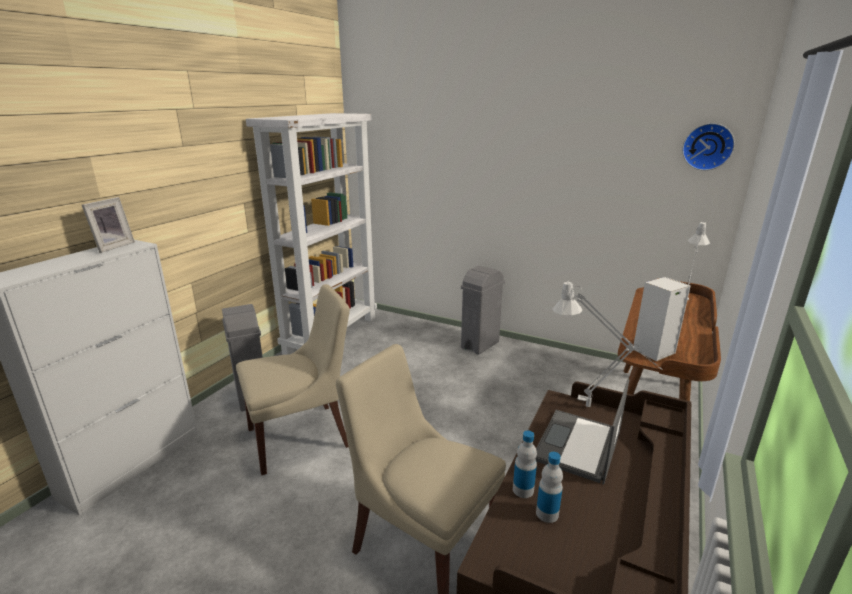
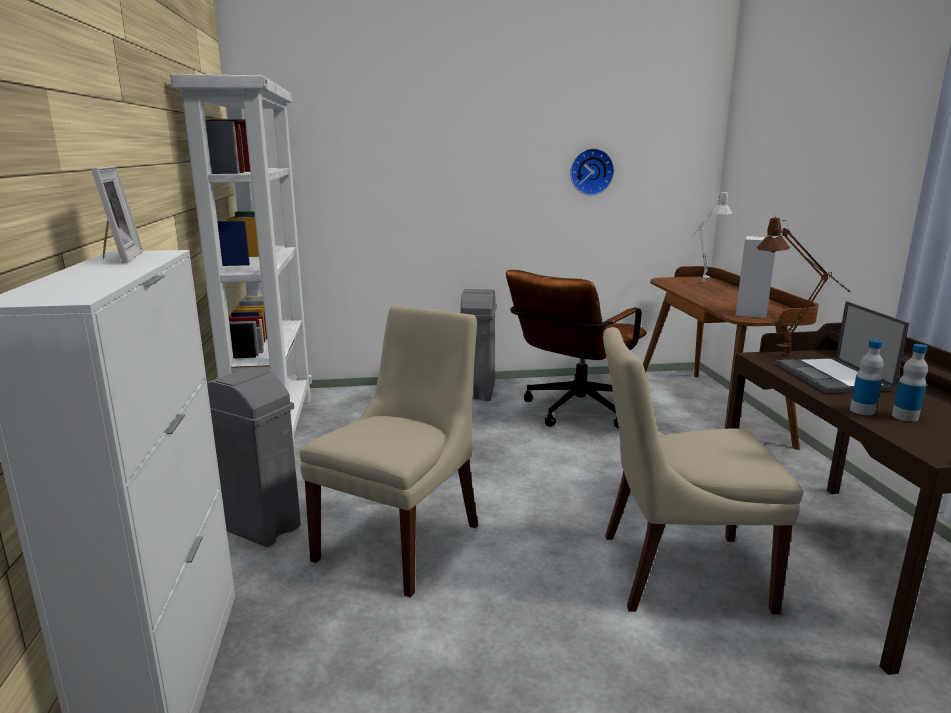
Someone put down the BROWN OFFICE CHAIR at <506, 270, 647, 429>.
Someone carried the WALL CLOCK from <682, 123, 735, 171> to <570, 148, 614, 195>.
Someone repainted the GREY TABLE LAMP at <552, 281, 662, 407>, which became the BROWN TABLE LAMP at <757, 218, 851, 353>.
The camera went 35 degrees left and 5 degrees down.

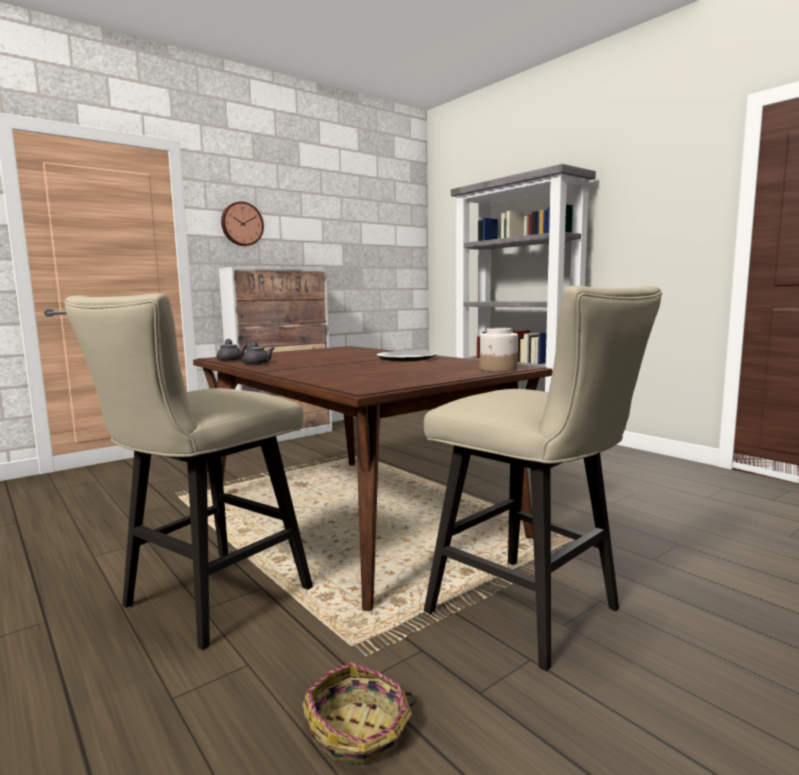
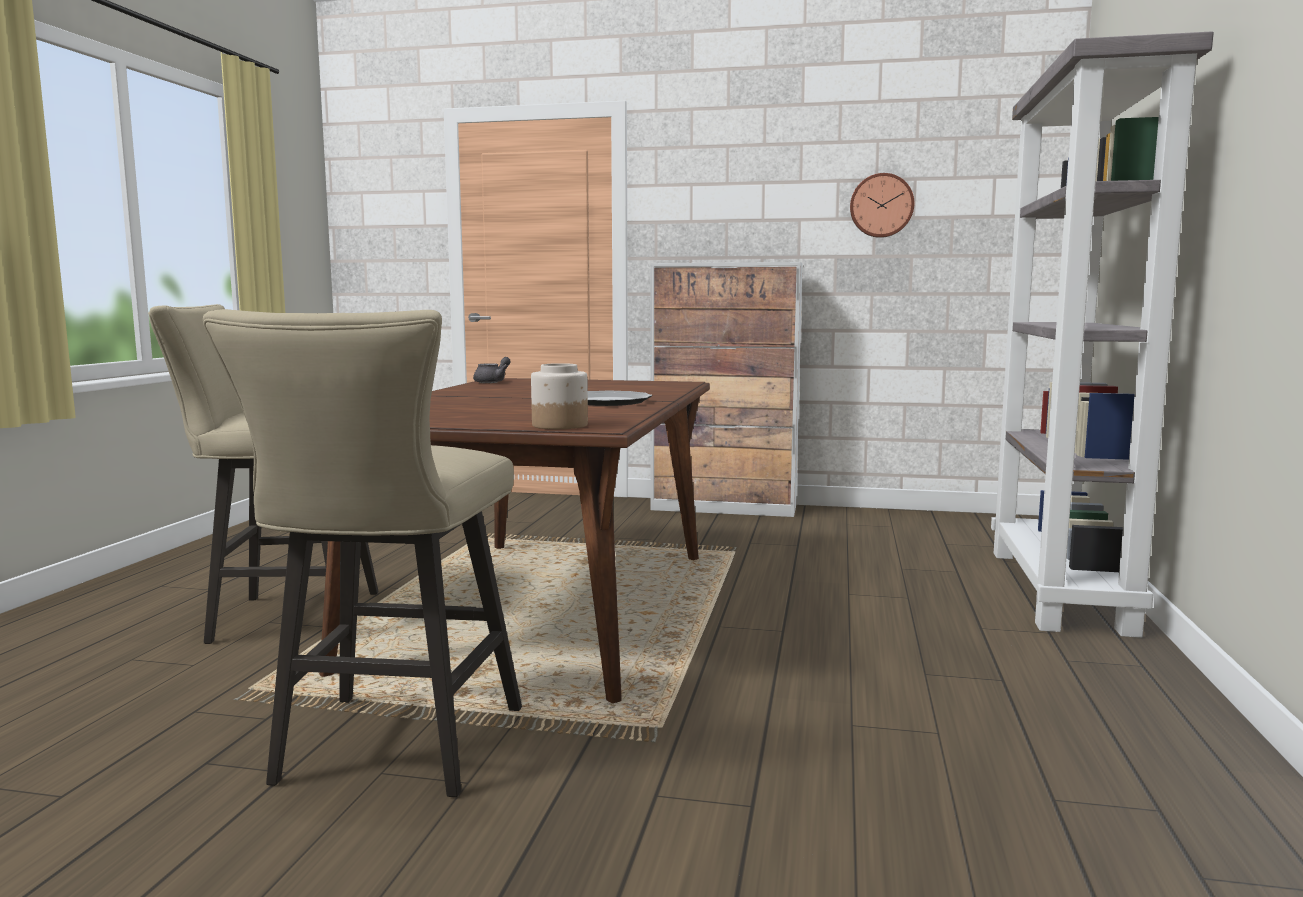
Someone took away the GREY TEAPOT at <242, 341, 274, 365>.
Someone took away the BASKET at <302, 662, 416, 764>.
Someone carried the WALL CLOCK from <221, 201, 264, 246> to <850, 173, 914, 238>.
The camera went 50 degrees right and 0 degrees up.

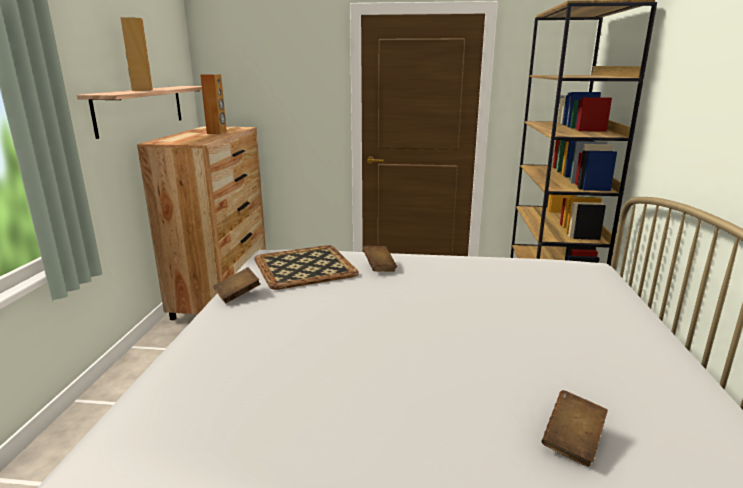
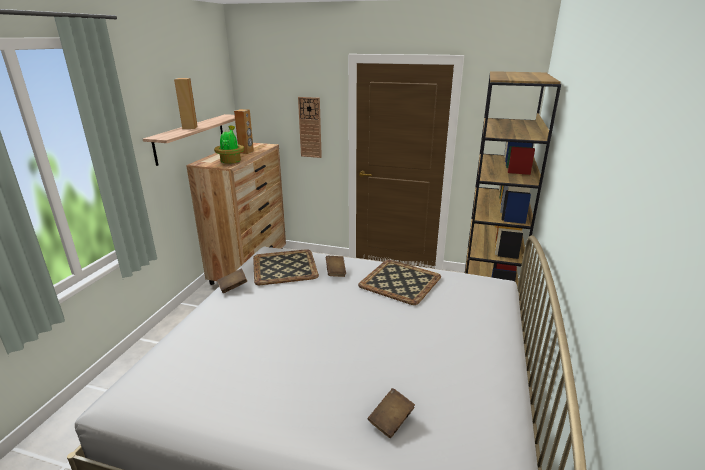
Someone put down the POTTED PLANT at <214, 125, 244, 164>.
Someone put up the WALL CLOCK at <298, 97, 322, 158>.
Someone put down the TRAY at <358, 260, 441, 305>.
The camera went 10 degrees right and 5 degrees up.

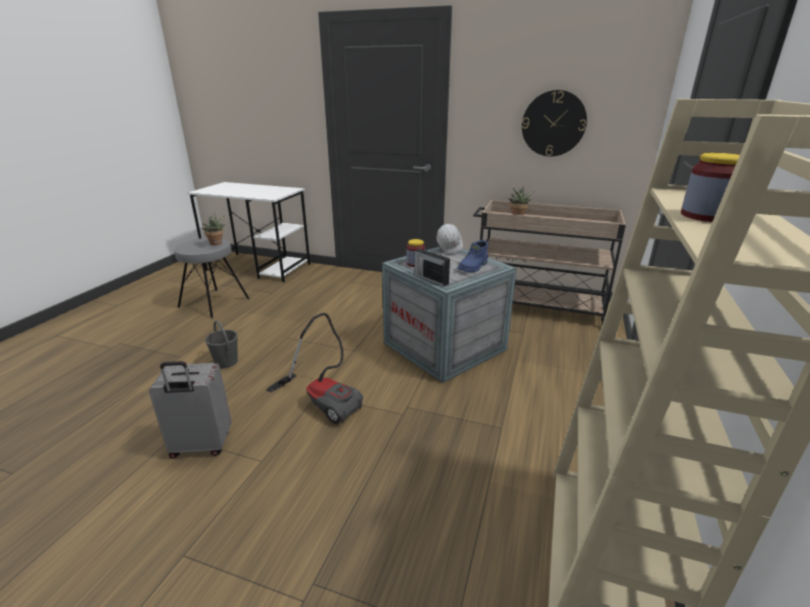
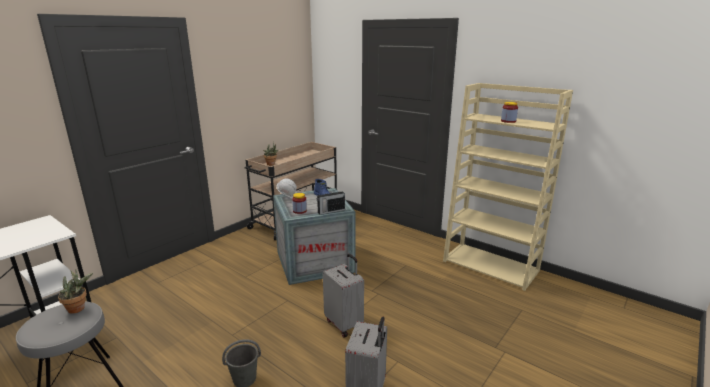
Someone took away the WALL CLOCK at <522, 90, 587, 156>.
Someone swapped the VACUUM CLEANER at <266, 313, 363, 424> for the GREY SUITCASE at <323, 254, 364, 337>.
The camera went 70 degrees left and 5 degrees down.

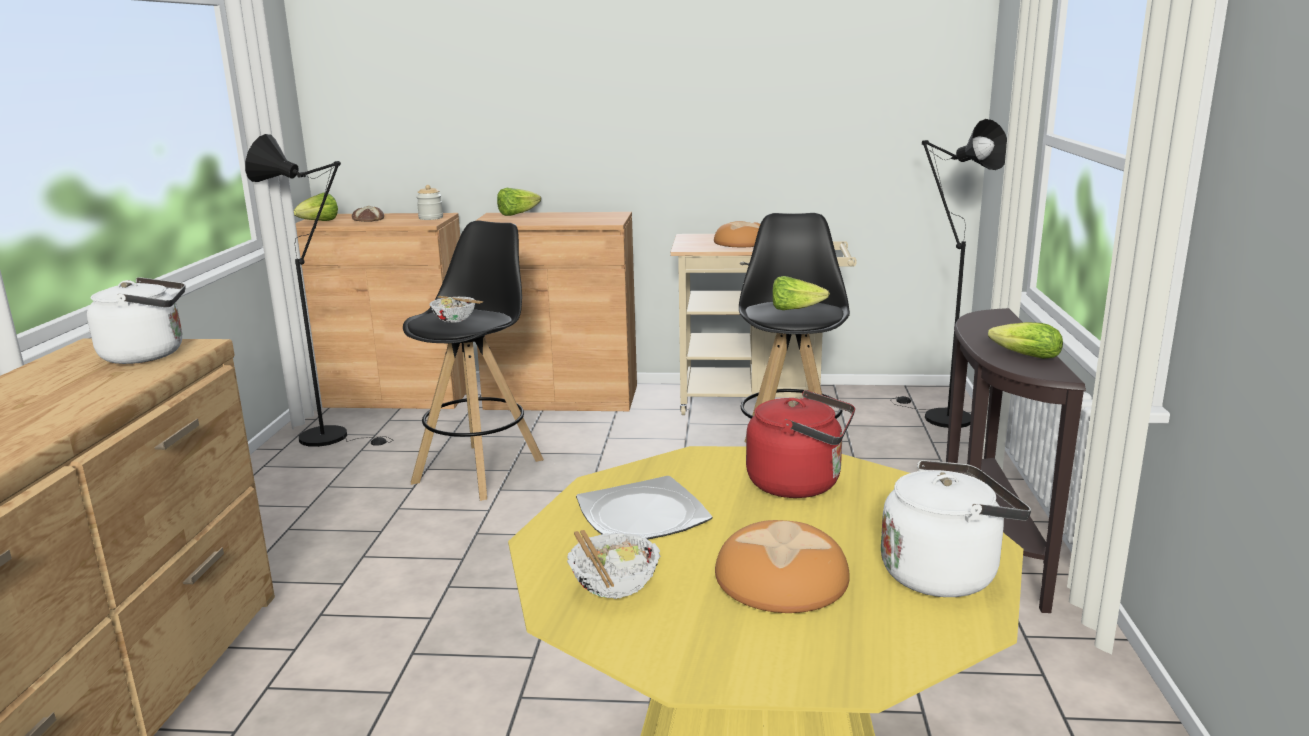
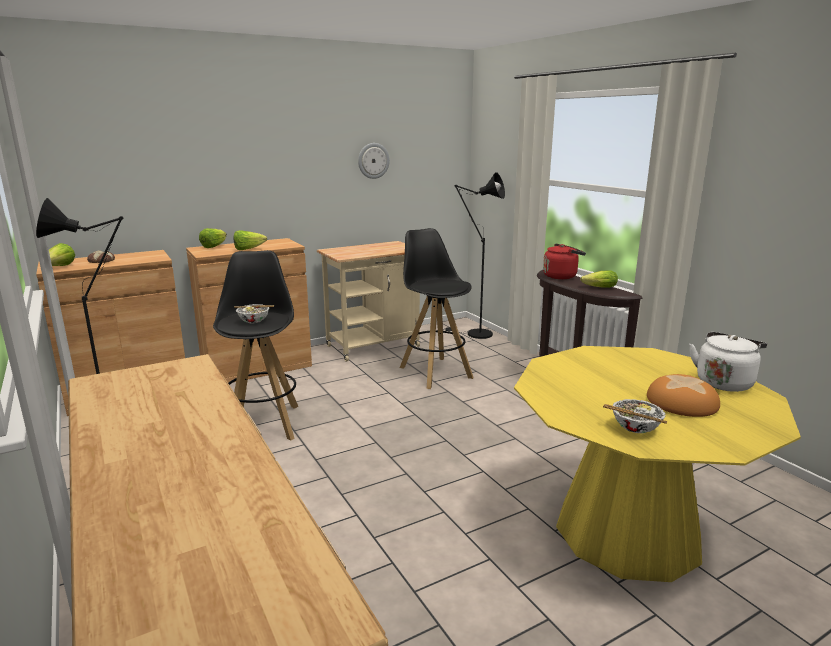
Someone took away the WHITE KETTLE at <87, 277, 185, 364>.
Someone took away the JAR at <416, 185, 443, 220>.
Someone took away the PLATE at <576, 476, 713, 539>.
Someone took away the BREAD at <714, 221, 760, 247>.
Someone put up the WALL CLOCK at <358, 143, 390, 179>.
Someone carried the RED KETTLE from <746, 390, 855, 498> to <543, 244, 586, 279>.
Someone carried the LETTUCE from <772, 276, 830, 310> to <233, 230, 267, 250>.
The camera went 35 degrees left and 0 degrees up.

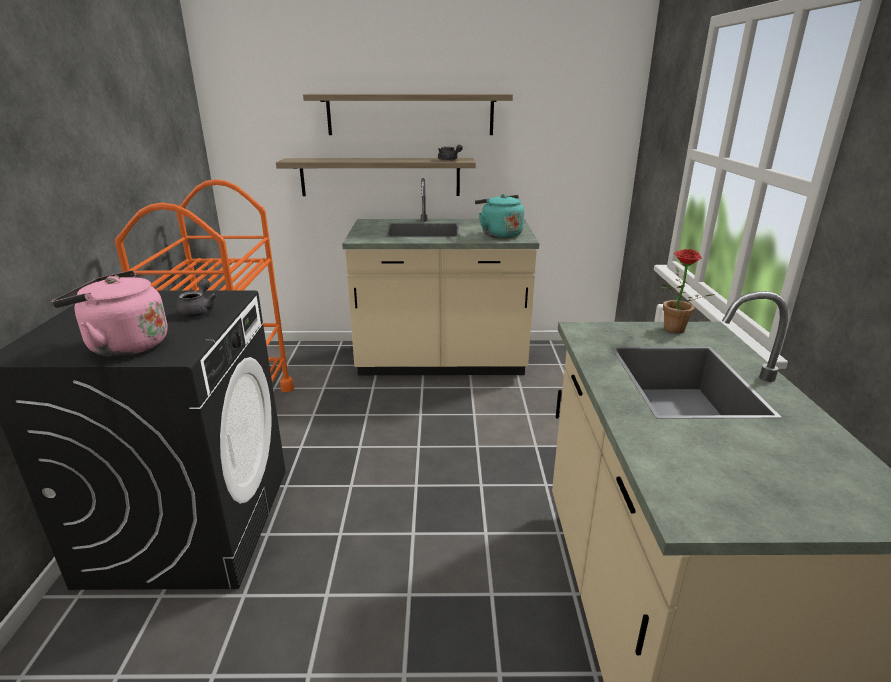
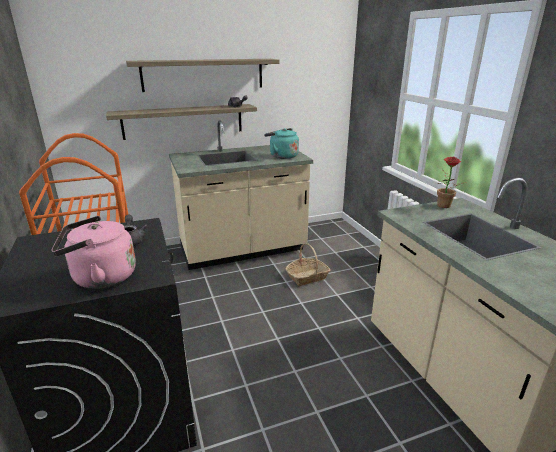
Someone put down the BASKET at <286, 243, 331, 286>.
The camera went 20 degrees left and 0 degrees up.

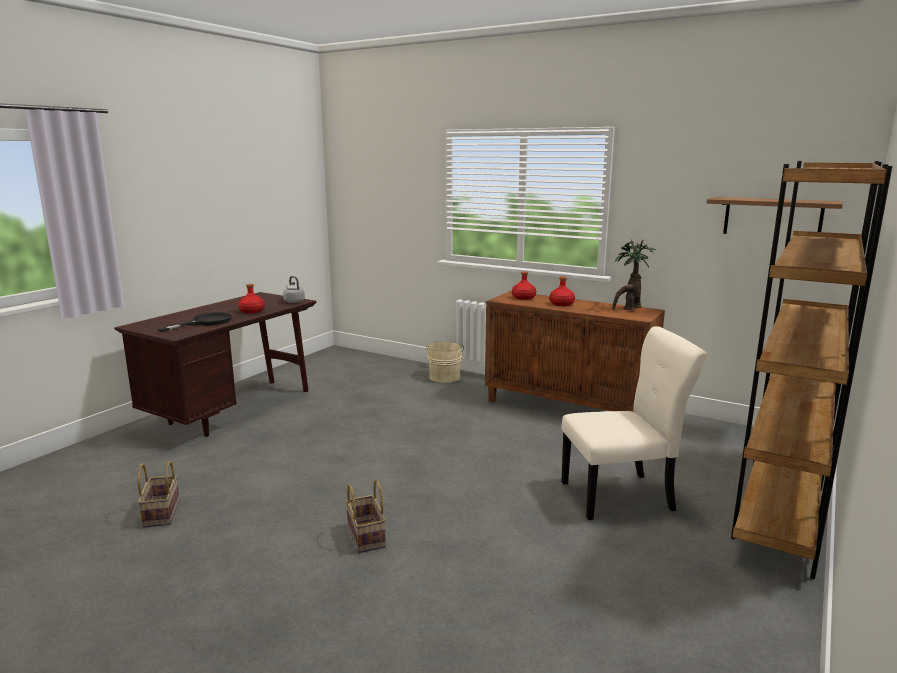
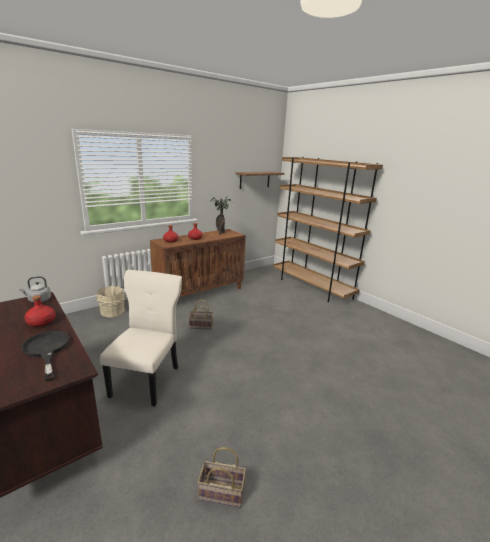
Someone carried the BASKET from <346, 480, 386, 553> to <189, 300, 214, 330>.
Someone carried the BEIGE CHAIR from <561, 326, 707, 520> to <100, 270, 182, 406>.
The camera went 70 degrees left and 5 degrees up.

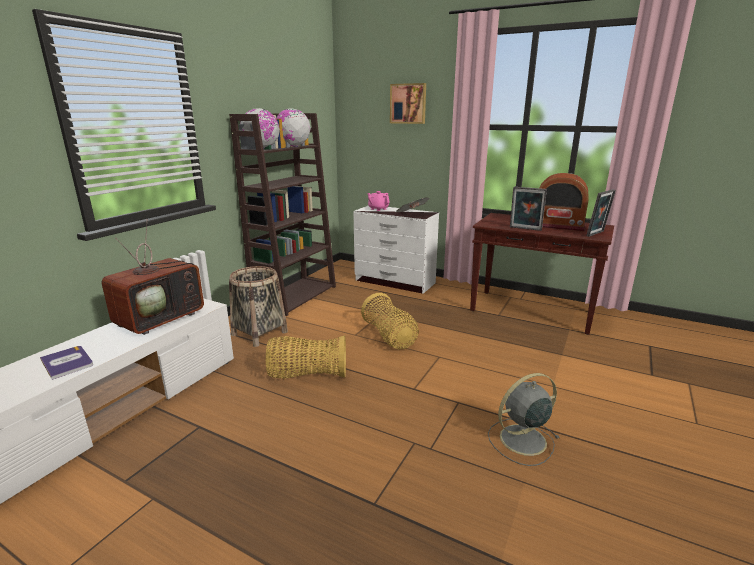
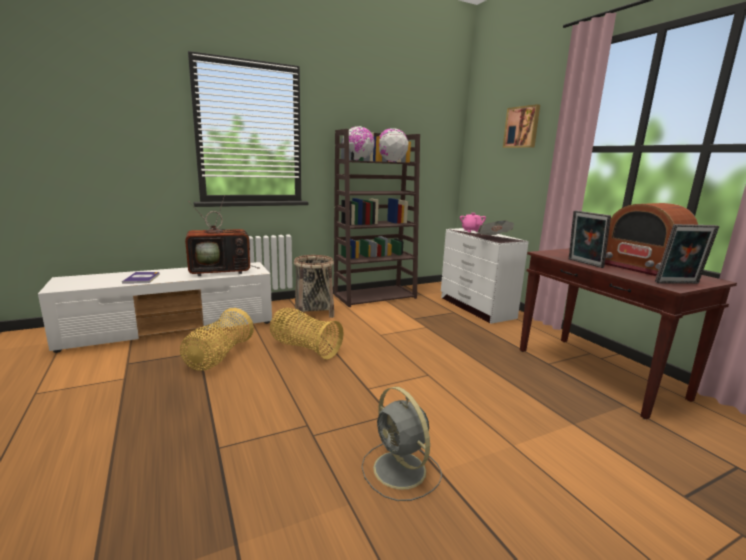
Someone carried the BASKET from <361, 293, 419, 349> to <180, 308, 254, 371>.
Someone rotated the GREY FAN at <488, 373, 559, 466> by 135 degrees counterclockwise.
The camera went 35 degrees right and 5 degrees down.

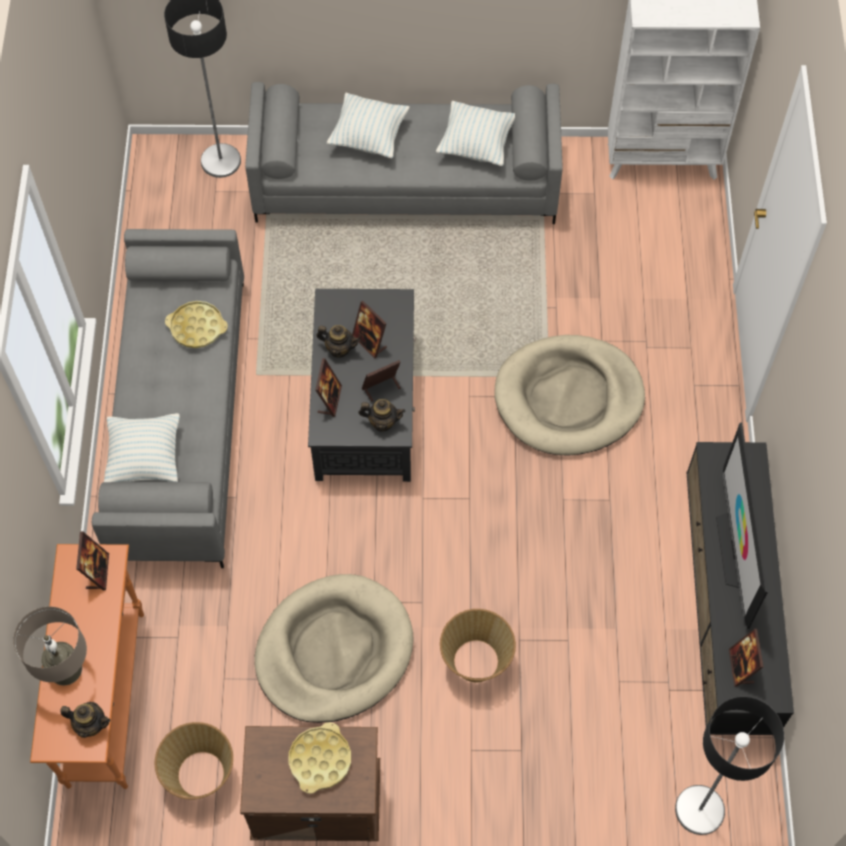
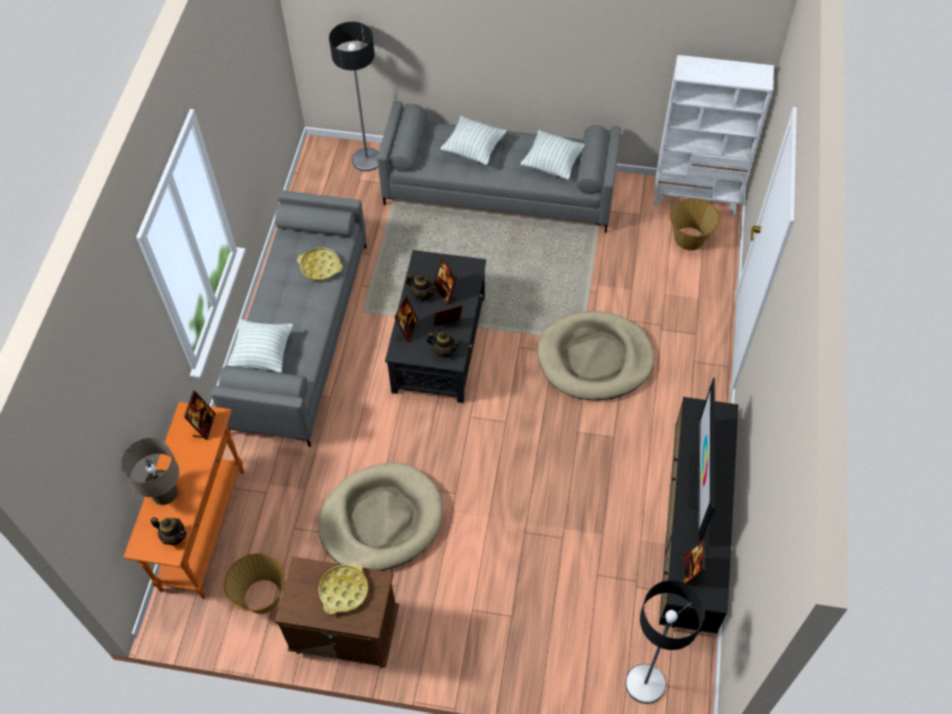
Someone carried the BASKET from <440, 609, 516, 682> to <670, 198, 720, 250>.
The camera went 10 degrees right and 5 degrees down.

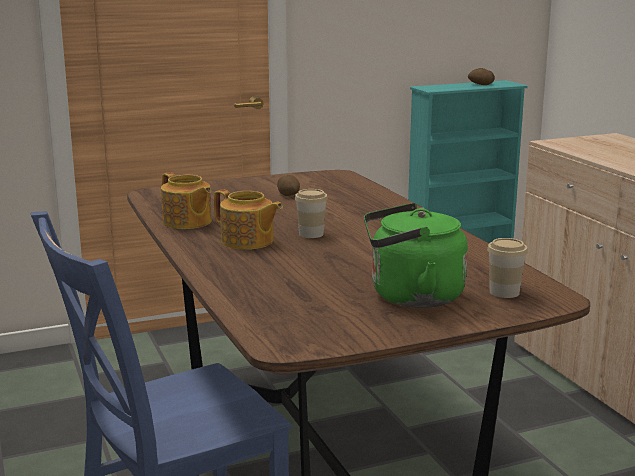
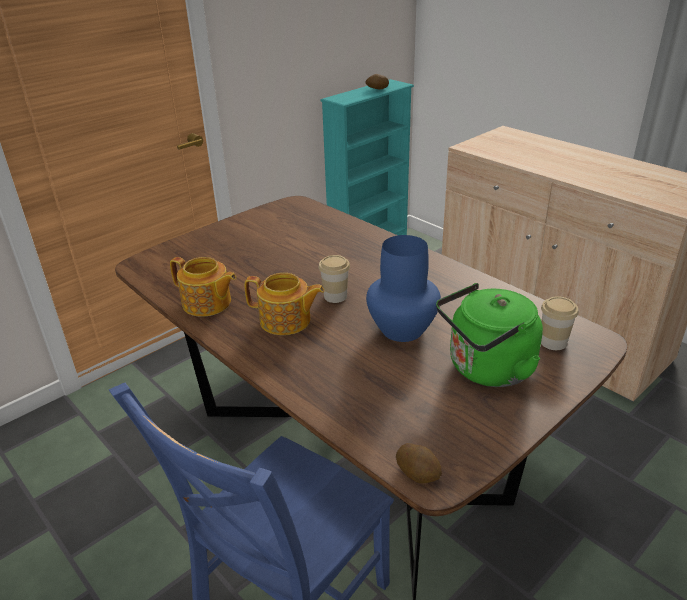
Someone put down the BLUE VASE at <366, 235, 441, 342>.
Someone carried the POTATO from <277, 175, 300, 196> to <396, 443, 442, 484>.
The camera went 20 degrees left and 15 degrees up.

